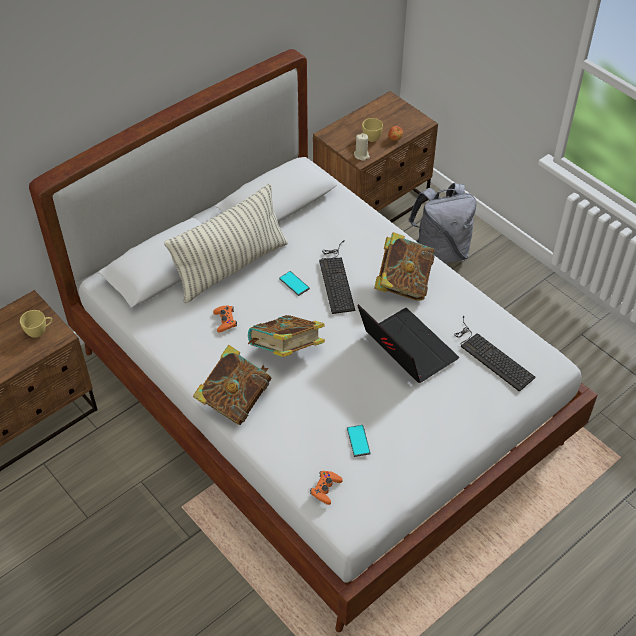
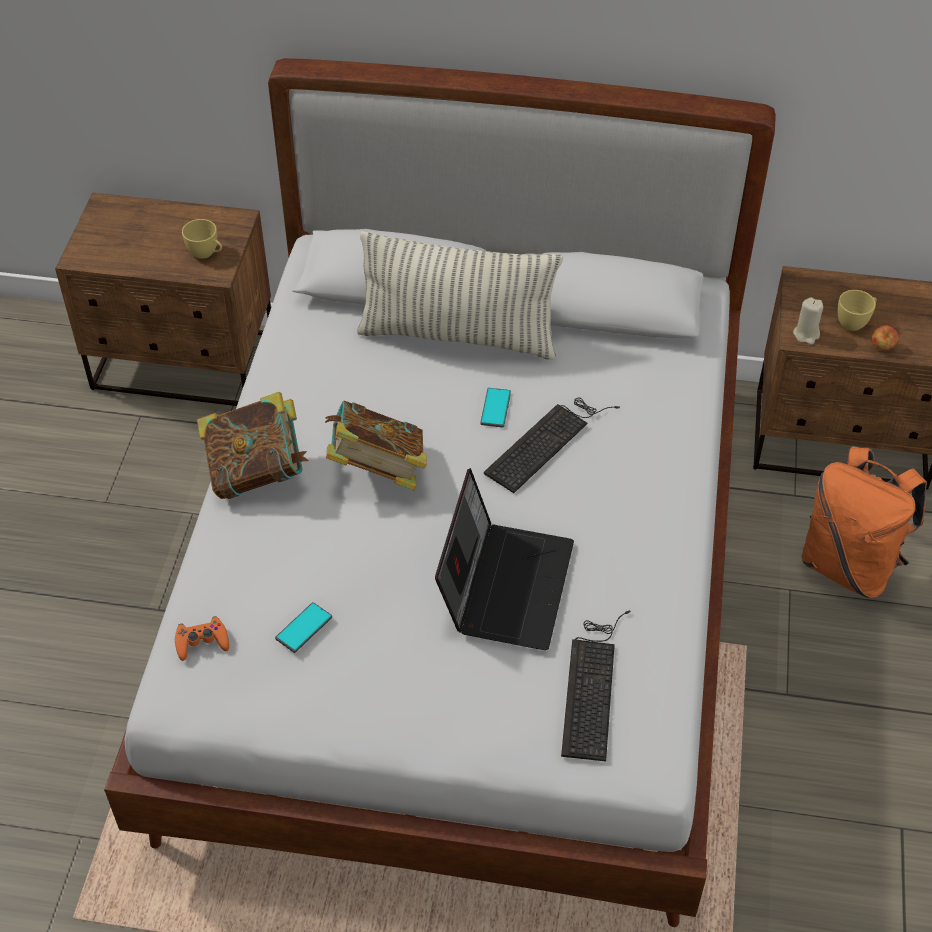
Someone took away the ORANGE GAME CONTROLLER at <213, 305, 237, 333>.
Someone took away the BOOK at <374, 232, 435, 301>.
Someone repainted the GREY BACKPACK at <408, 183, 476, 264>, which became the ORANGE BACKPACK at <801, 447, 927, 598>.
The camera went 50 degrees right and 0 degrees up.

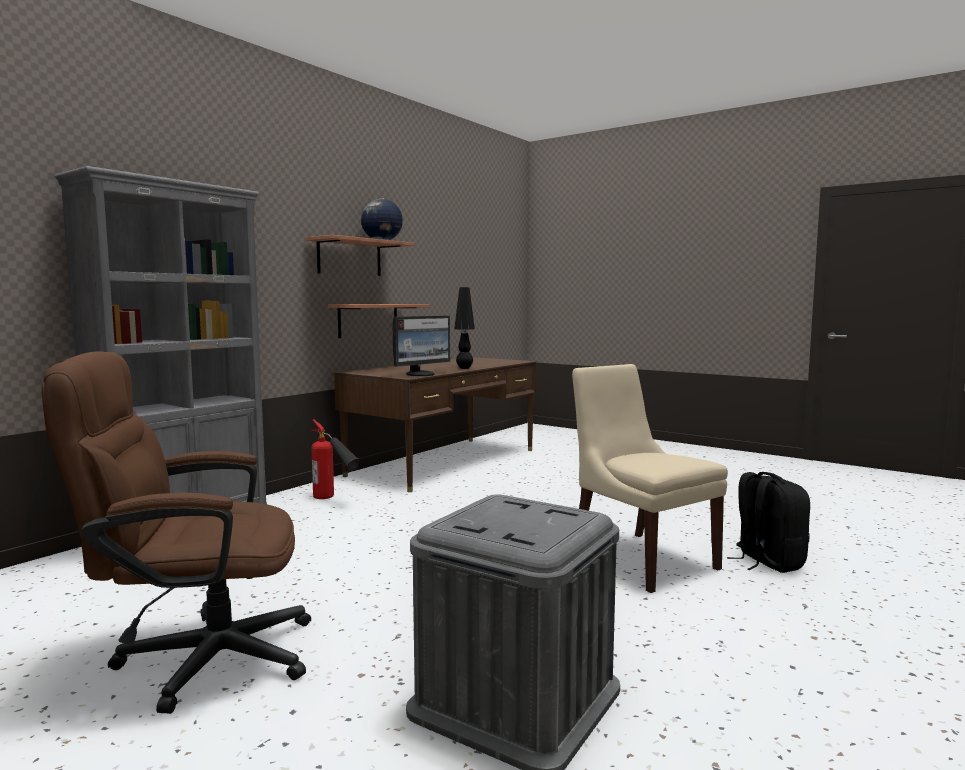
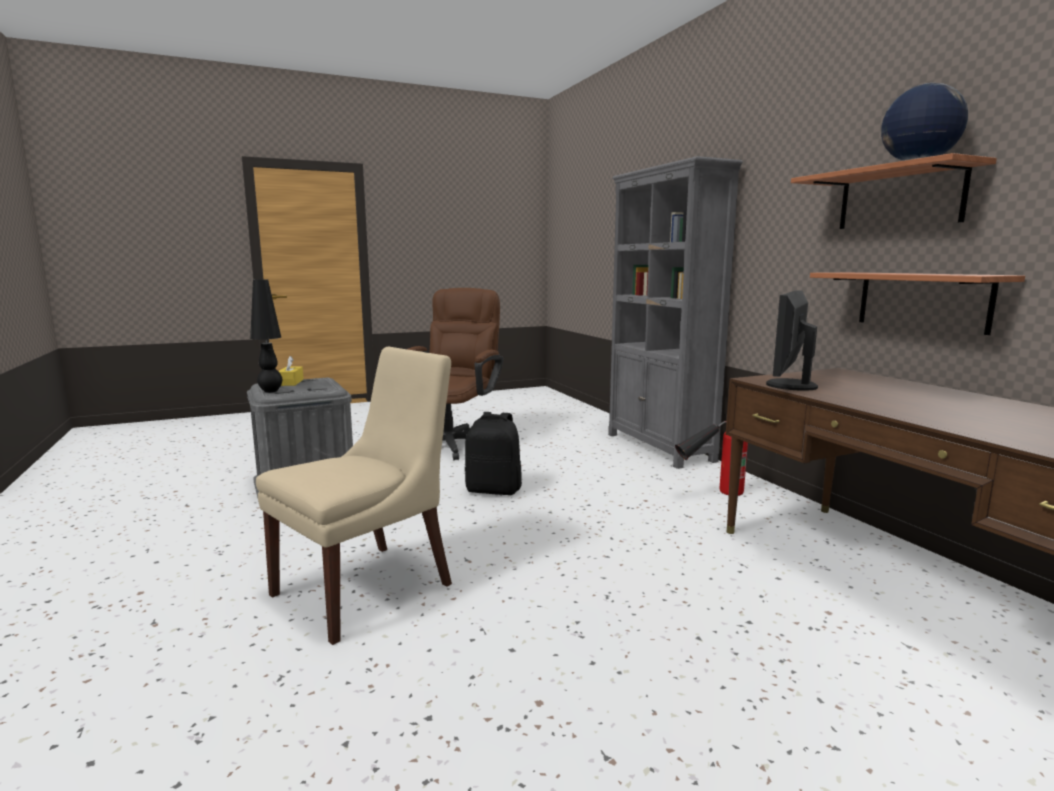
Someone put down the YELLOW TISSUE BOX at <278, 356, 304, 386>.
Someone carried the BLACK TABLE LAMP from <454, 287, 475, 369> to <250, 279, 282, 393>.
Someone carried the BLACK BACKPACK from <727, 472, 810, 573> to <465, 412, 522, 495>.
Someone rotated the MONITOR at <393, 316, 450, 376> by 45 degrees clockwise.
Someone rotated the BEIGE CHAIR at <572, 364, 728, 593> by 45 degrees counterclockwise.
The camera went 120 degrees right and 5 degrees up.

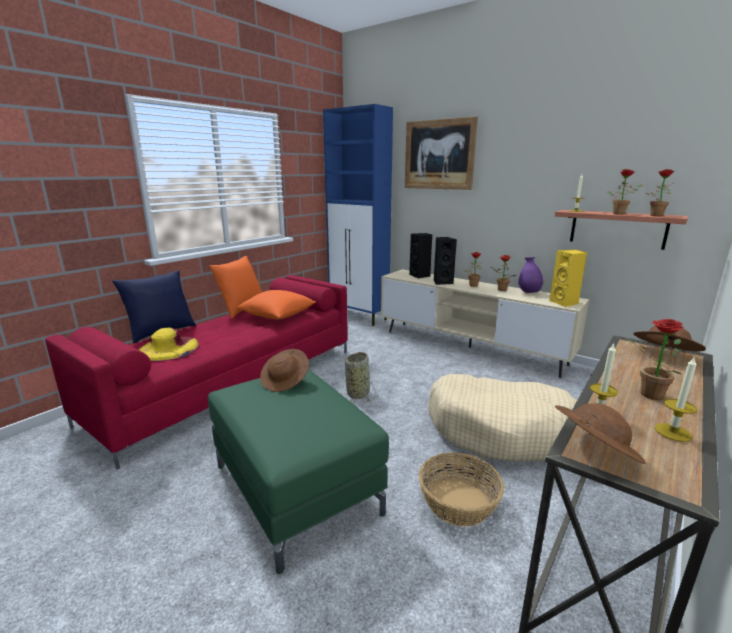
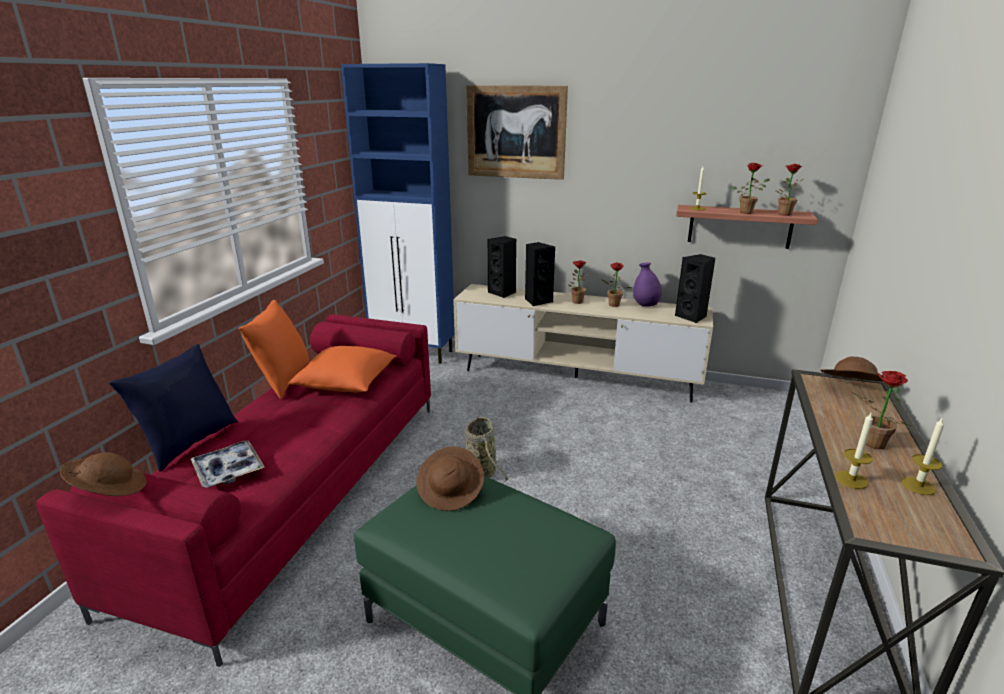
Someone took away the BASKET at <419, 453, 504, 527>.
Someone took away the BEIGE DOG BED at <428, 374, 577, 462>.
Someone carried the BROWN HAT from <555, 403, 646, 464> to <60, 452, 147, 496>.
Someone swapped the YELLOW HAT at <139, 328, 199, 361> for the TRAY at <191, 440, 264, 488>.
Someone repainted the YELLOW SPEAKER at <549, 250, 587, 307>, which became the BLACK SPEAKER at <675, 254, 715, 323>.
The camera went 20 degrees left and 5 degrees up.

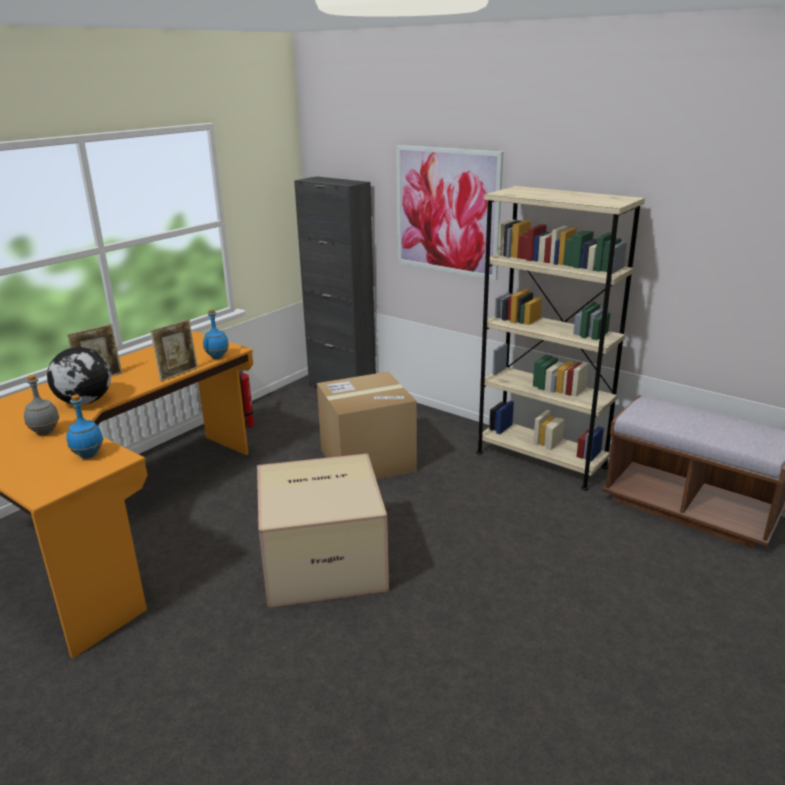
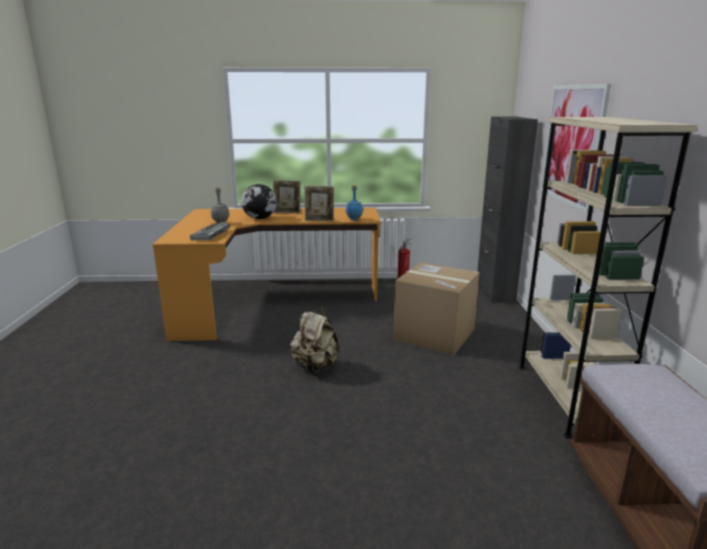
Someone swapped the BLUE BOTTLE at <66, 395, 103, 459> for the KEYBOARD at <190, 221, 230, 240>.
Someone swapped the CARDBOARD BOX at <257, 453, 389, 608> for the BEIGE BACKPACK at <290, 307, 339, 373>.
The camera went 50 degrees right and 5 degrees down.

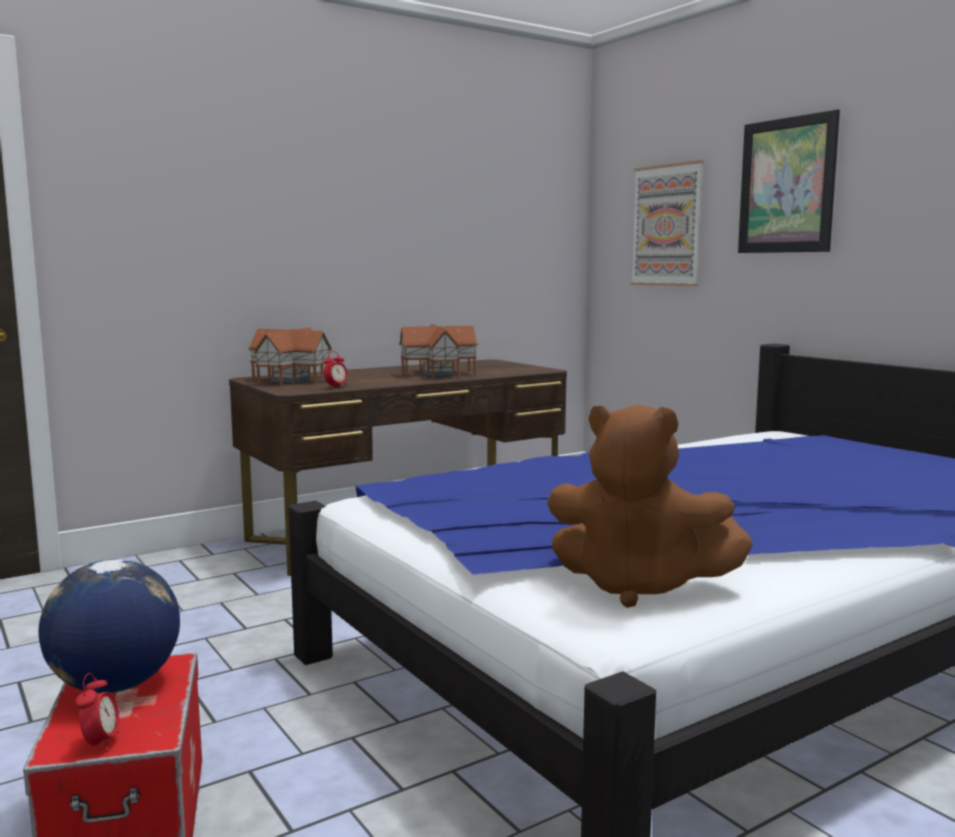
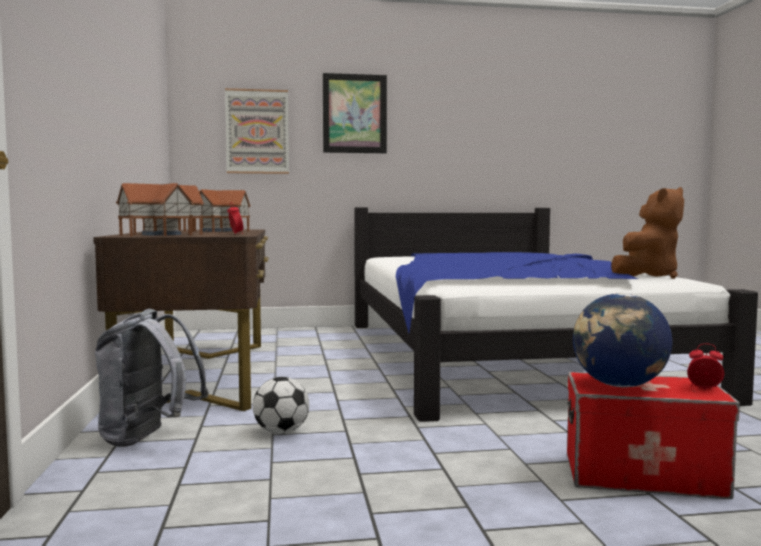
Someone put down the GREY BACKPACK at <95, 309, 209, 447>.
Someone put down the FOOTBALL at <253, 377, 309, 434>.
The camera went 65 degrees left and 5 degrees down.

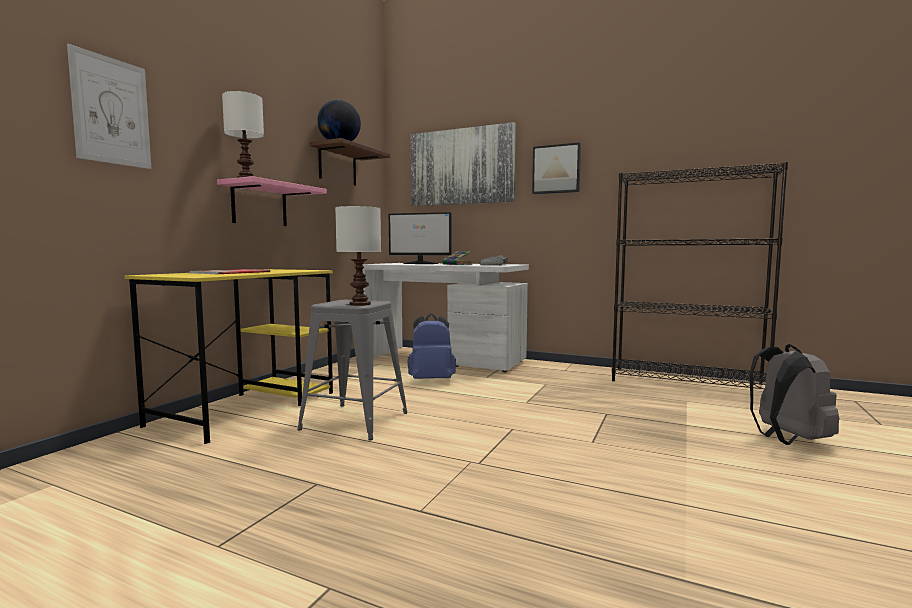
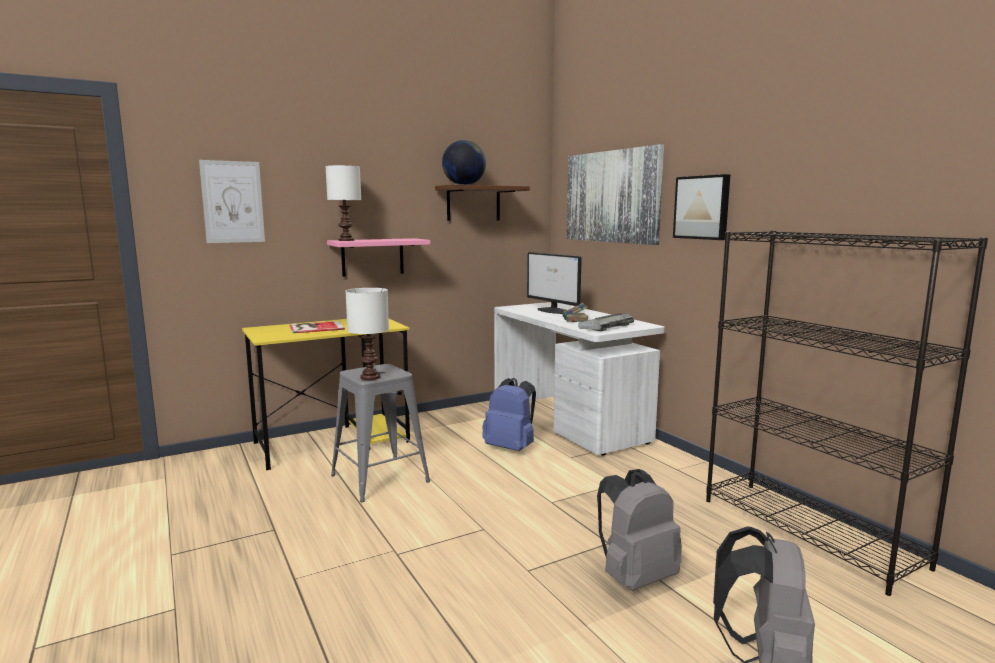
Someone put down the GREY BACKPACK at <597, 469, 682, 591>.
The camera went 35 degrees right and 5 degrees up.

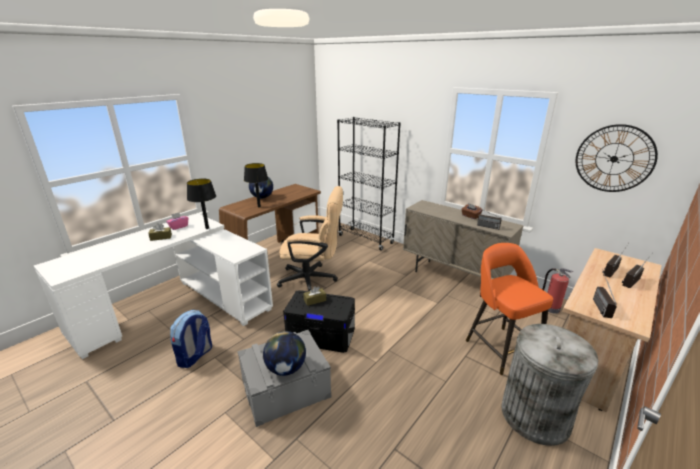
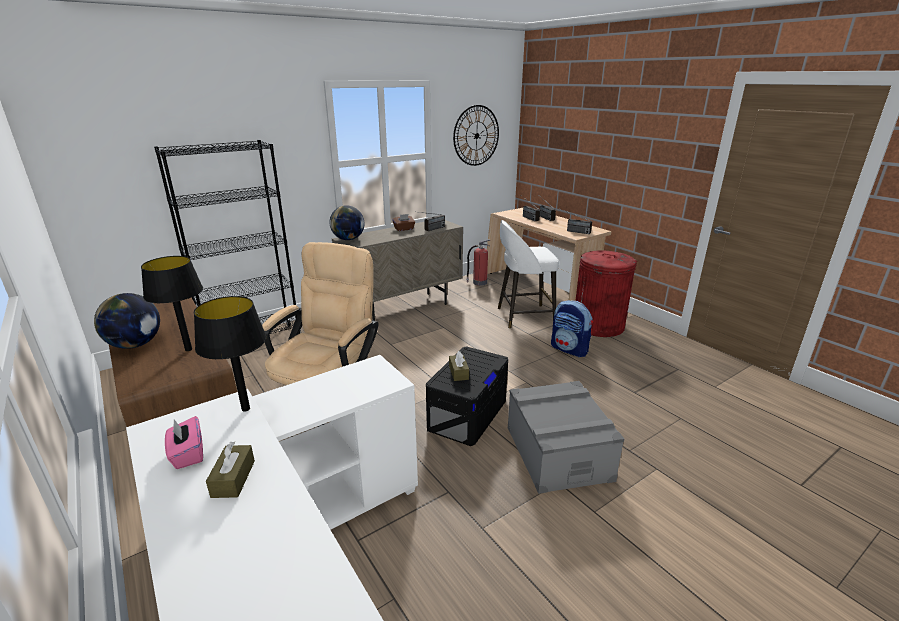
Someone carried the BACKPACK from <170, 310, 212, 368> to <551, 300, 593, 357>.
Someone carried the GLOBE from <263, 331, 306, 376> to <329, 205, 365, 240>.
Someone repainted the ORANGE STOOL at <466, 243, 553, 375>, which became the WHITE STOOL at <498, 220, 559, 329>.
Someone repainted the GREY TRASH CAN at <501, 324, 598, 446>, which became the RED TRASH CAN at <575, 250, 637, 337>.
The camera went 75 degrees left and 0 degrees up.

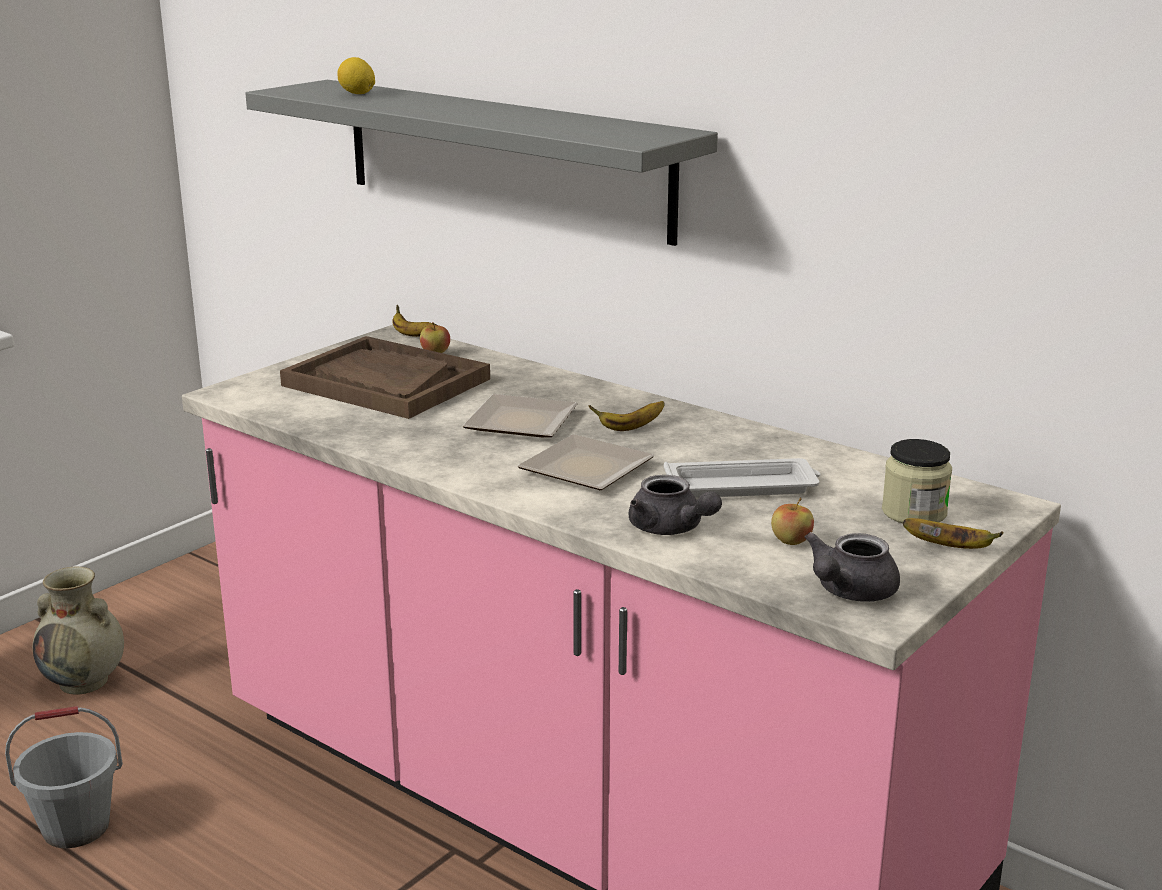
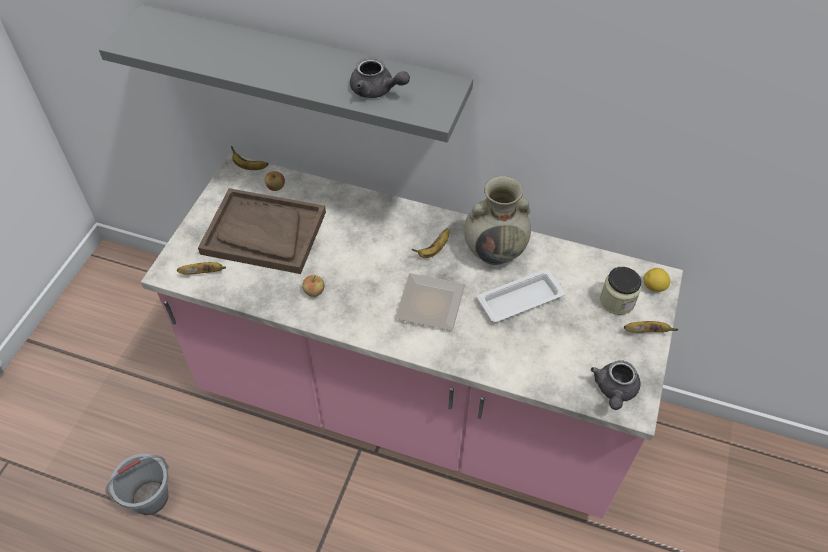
Someone took away the PLATE at <463, 394, 578, 437>.
Someone put down the BANANA at <177, 262, 226, 275>.
Someone carried the BEIGE VASE from <32, 567, 124, 694> to <464, 176, 531, 265>.
Someone carried the LEMON from <337, 57, 375, 94> to <644, 268, 670, 292>.
Someone carried the GREY TEAPOT from <629, 475, 722, 535> to <350, 58, 410, 98>.
Someone carried the APPLE from <771, 497, 814, 545> to <302, 275, 324, 297>.
The camera went 20 degrees left and 30 degrees up.

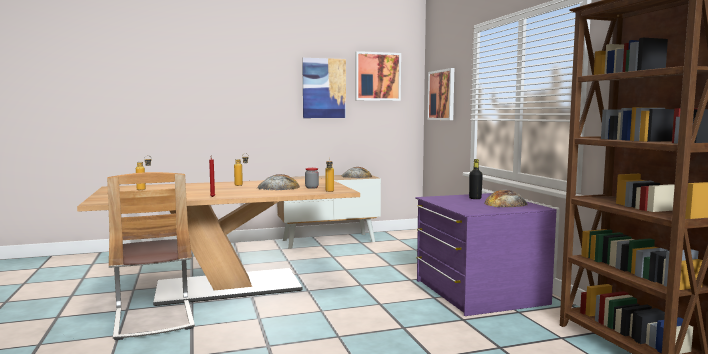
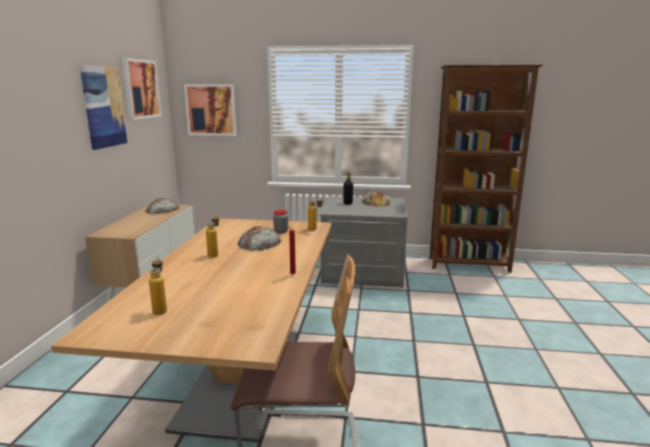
Someone repainted the PURPLE DRESSER at <415, 193, 557, 316>, which became the GREY DRESSER at <320, 196, 408, 288>.
The camera went 65 degrees left and 10 degrees up.

